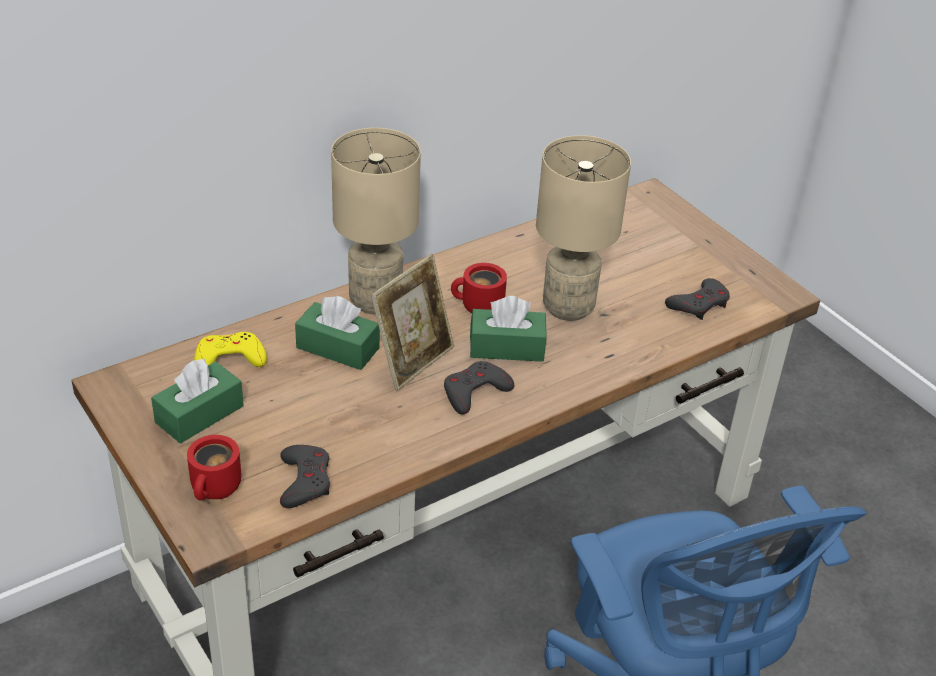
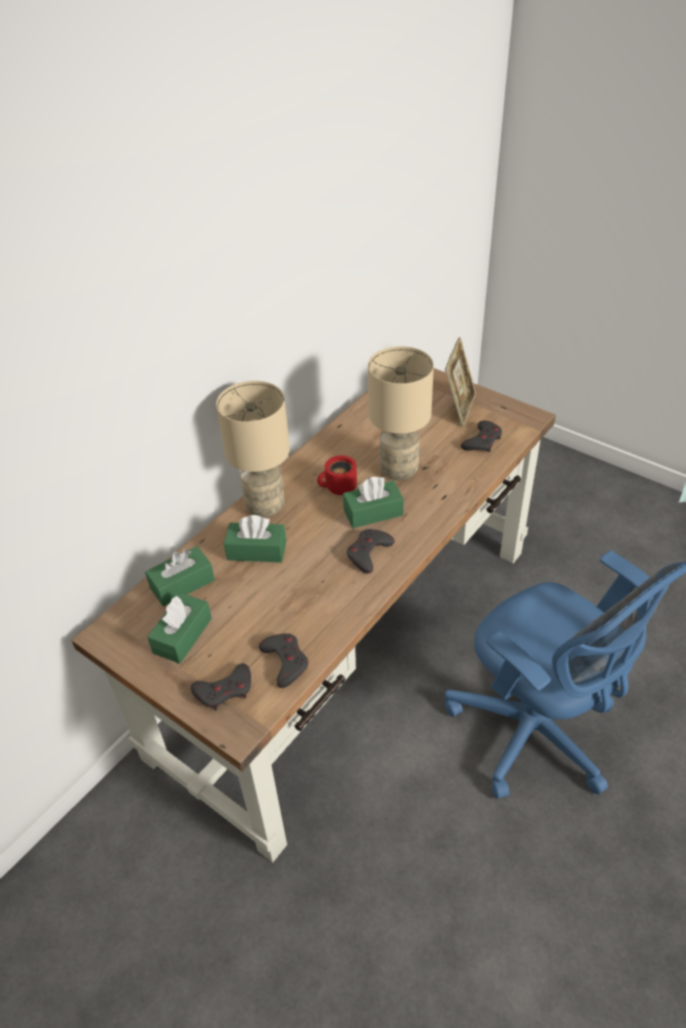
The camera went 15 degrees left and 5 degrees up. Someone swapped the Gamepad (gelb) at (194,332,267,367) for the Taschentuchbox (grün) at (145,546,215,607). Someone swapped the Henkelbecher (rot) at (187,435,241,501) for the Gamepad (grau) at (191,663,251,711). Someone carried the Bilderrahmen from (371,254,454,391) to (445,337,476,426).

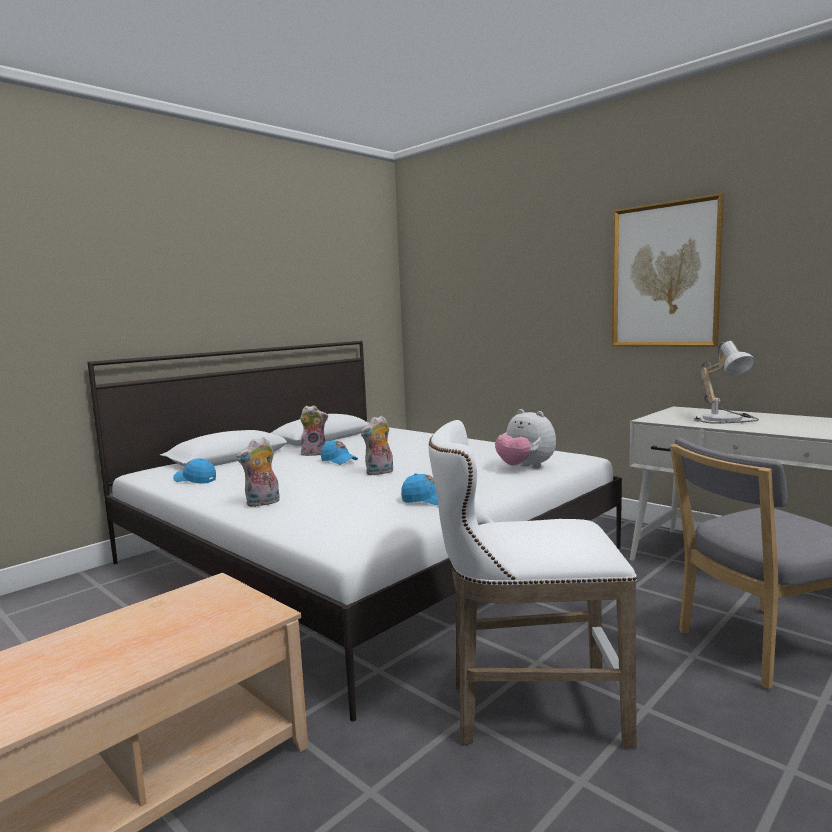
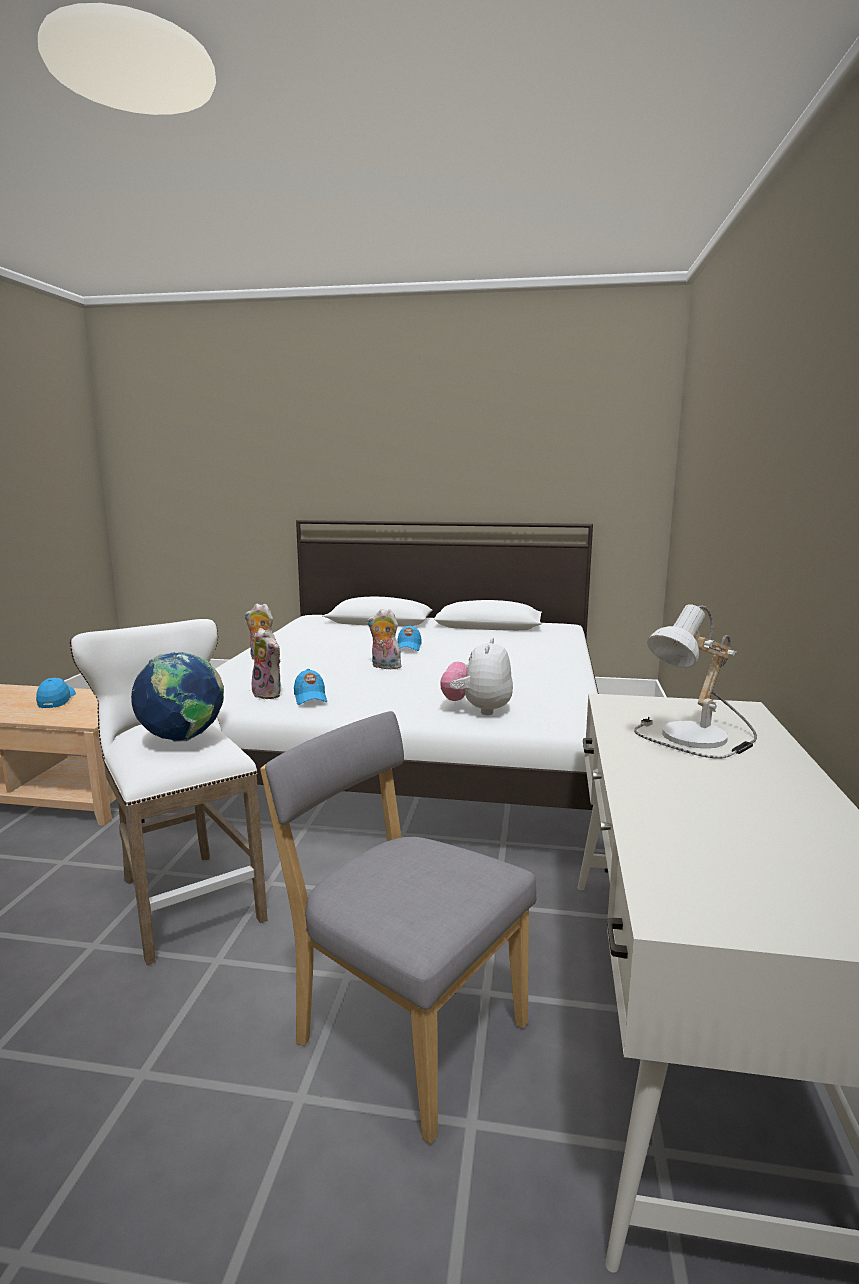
The camera went 55 degrees right and 5 degrees up. Someone carried the Kappe (blau) from (173,458,216,484) to (36,678,76,708). Someone put down the Globus at (131,652,224,742). Someone carried the Plüschtier from (300,405,328,456) to (252,628,281,699). Someone took away the Bild at (612,193,724,347).

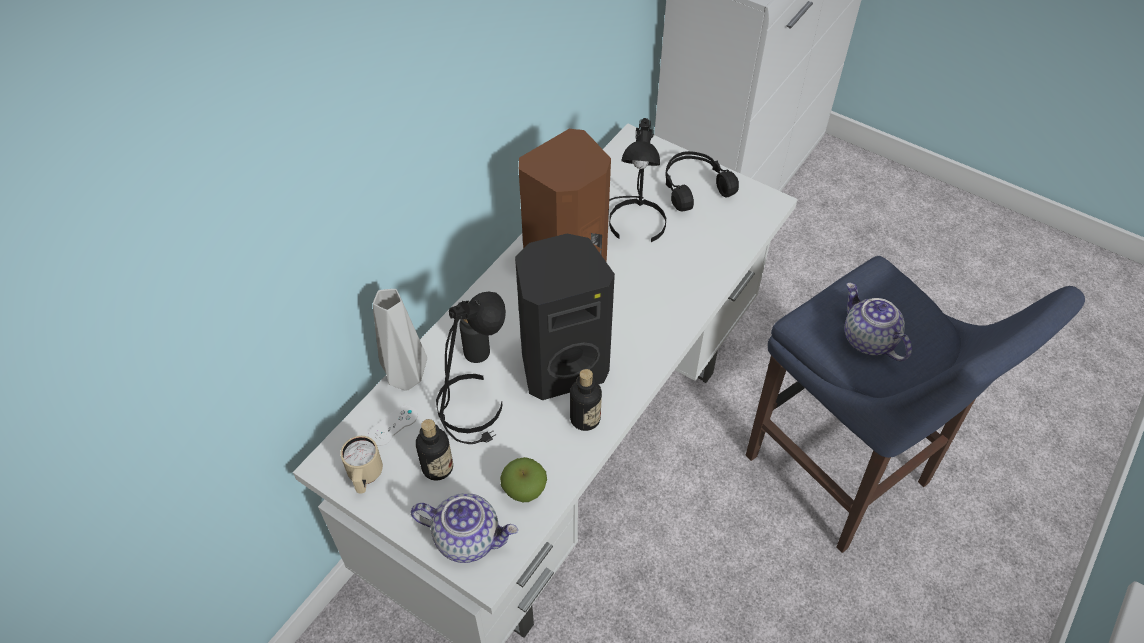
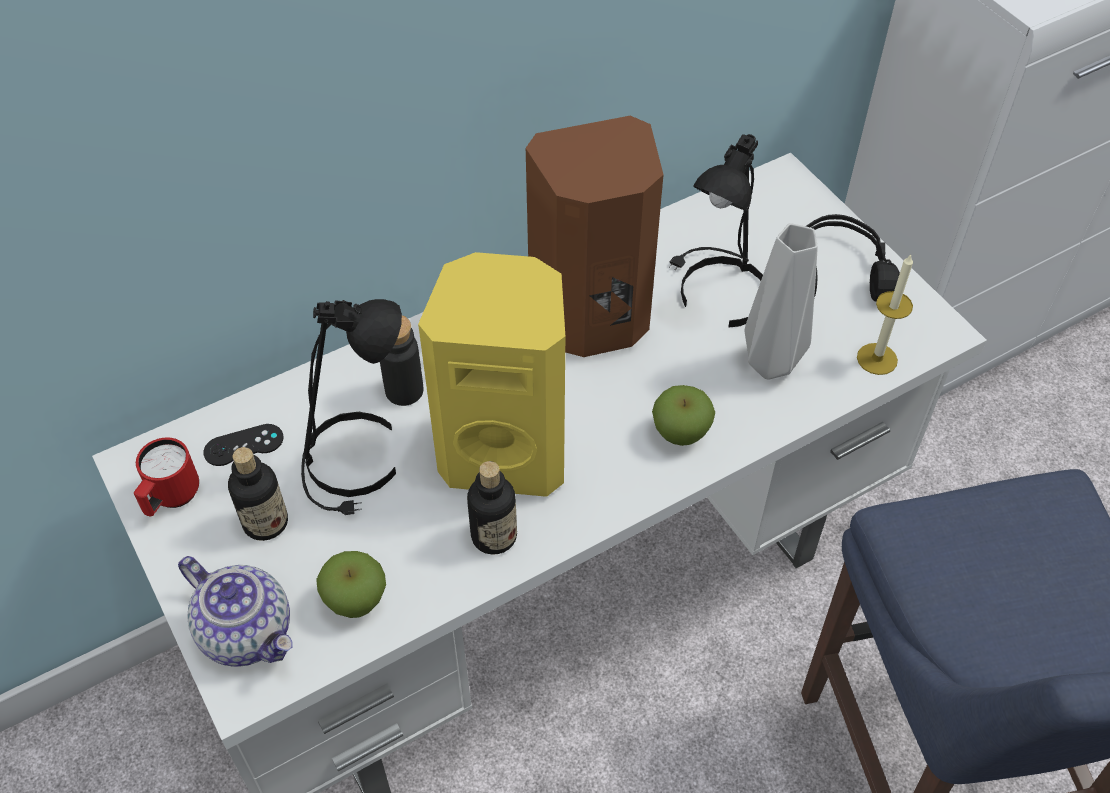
The camera went 25 degrees right and 0 degrees up. Someone repainted the Henkelbecher (beige) at (341,436,383,494), which became the Henkelbecher (rot) at (134,437,199,517). Someone repainted the Gamepad (weiß) at (368,405,418,446), which became the Gamepad (schwarz) at (203,424,284,466). Someone repainted the Lautsprecher (schwarz) at (515,234,615,400), which became the Lautsprecher (gelb) at (418,252,565,497). Someone put down the Apfel at (652,385,715,446). Someone carried the Vase (grau) from (373,289,427,391) to (744,223,818,380). Someone put down the Kerze at (857,254,913,375). Someone took away the Teekanne at (844,282,912,361).

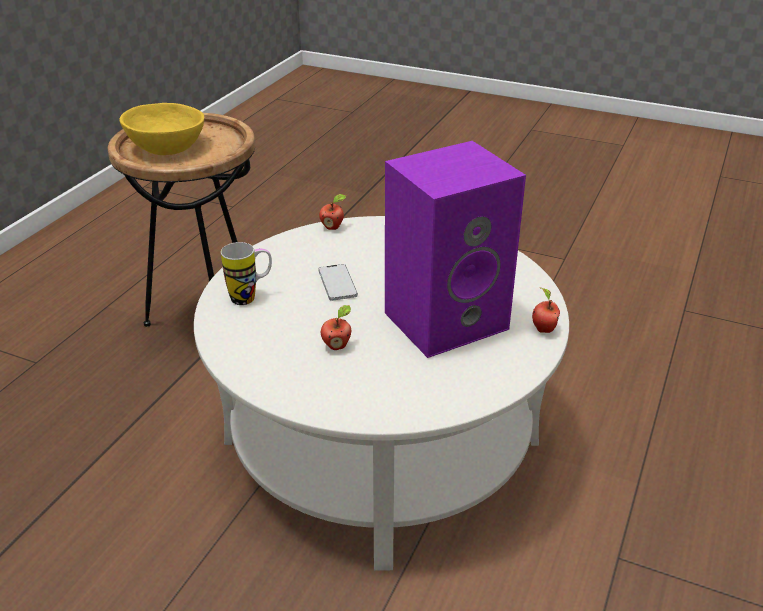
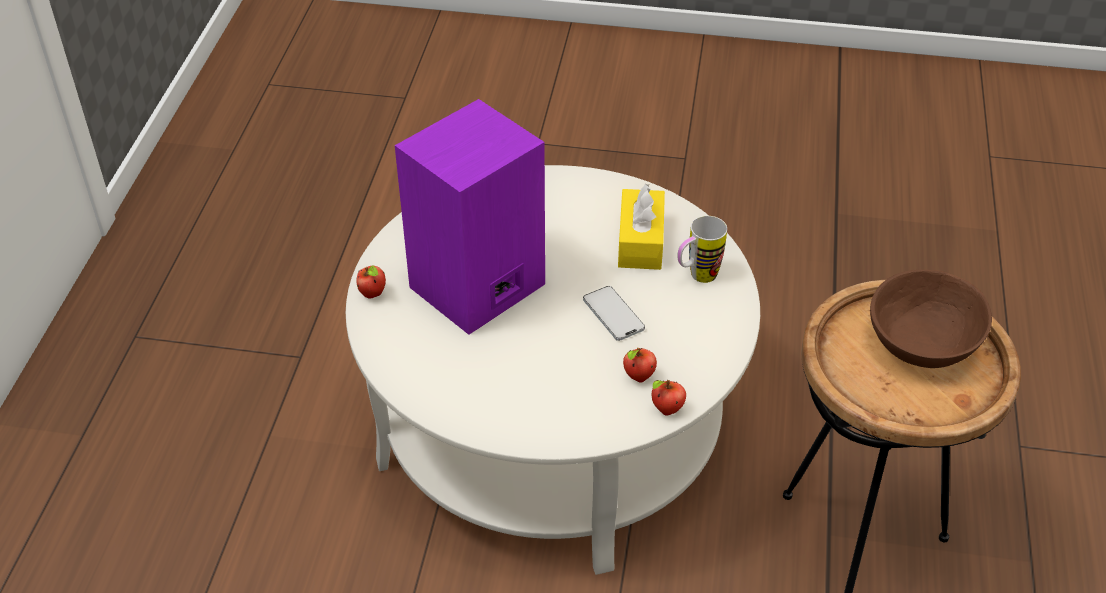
The camera went 165 degrees right and 10 degrees up. Someone put down the Taschentuchbox (gelb) at (618,184,665,270). Someone carried the Apfel from (321,305,351,350) to (623,348,657,383). Someone repainted the Schüssel (gelb) at (119,103,204,155), which became the Schüssel (braun) at (870,270,992,368).

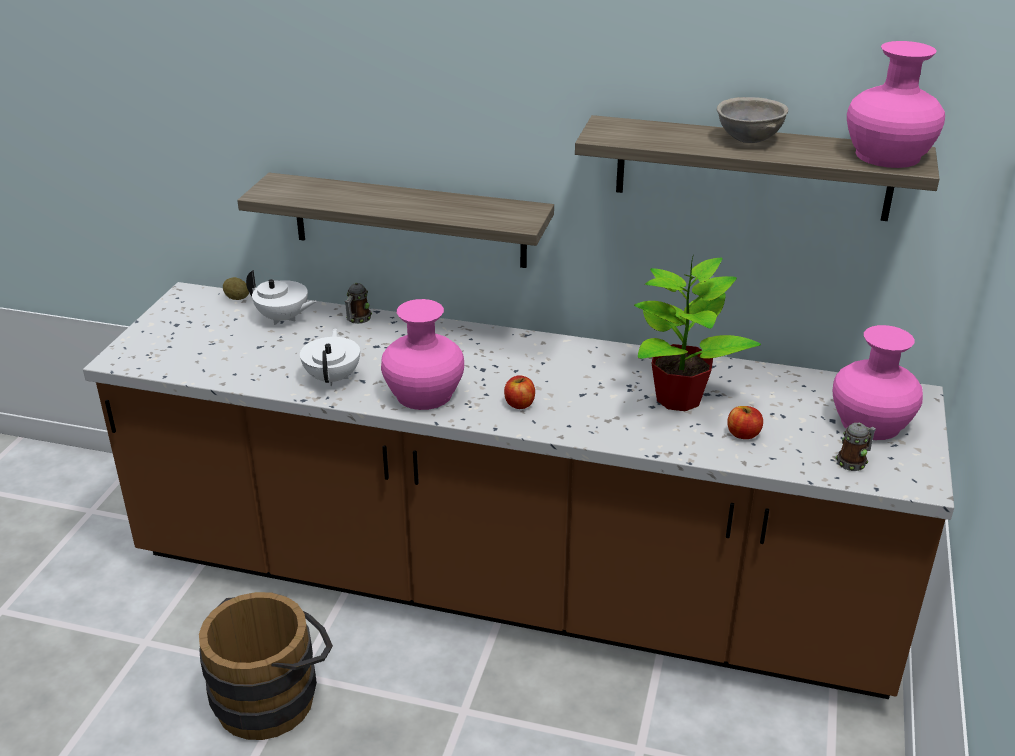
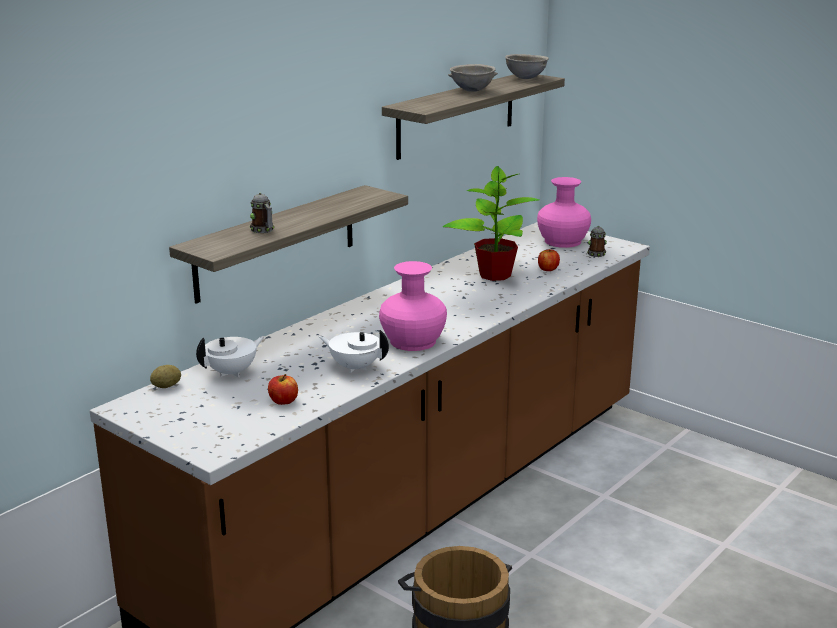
The camera went 65 degrees left and 10 degrees down. Someone carried the Henkelbecher from (345,282,372,324) to (250,193,274,233). Someone carried the Apfel from (504,375,535,409) to (268,374,298,405). Someone swapped the Vase (rosa) at (847,41,945,168) for the Schüssel (grau) at (505,54,549,79).

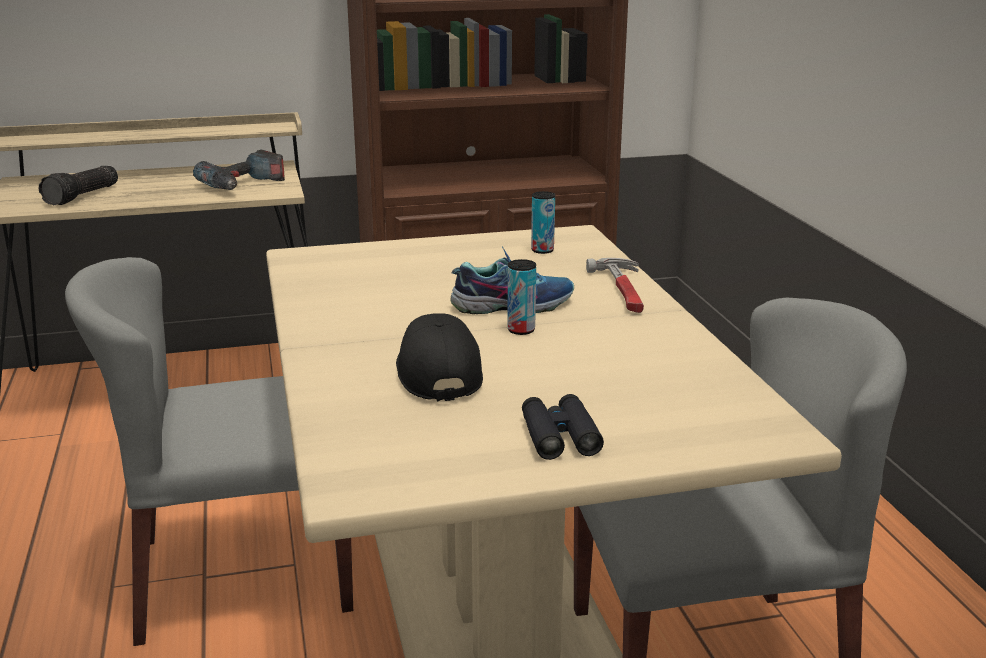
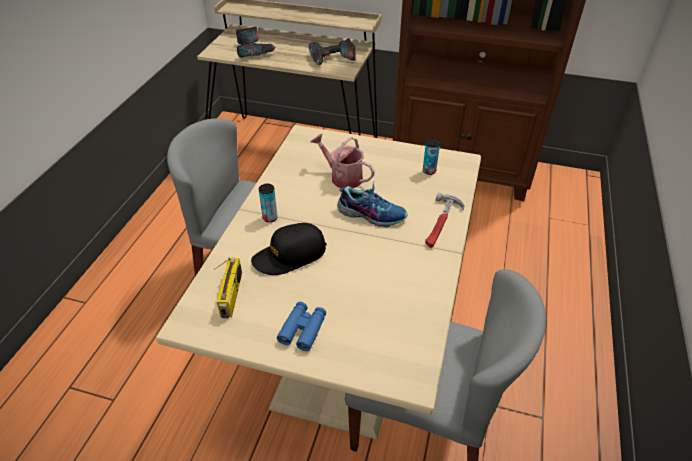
The camera went 30 degrees right and 20 degrees up. Someone put down the Radio at (214,258,242,318). Someone swapped the Taschenlampe at (39,166,118,205) for the Bohrmaschine at (236,27,276,58). Someone rotated the Kappe (schwarz) at (396,313,483,401) by 135 degrees counterclockwise. Someone carried the Dose from (507,259,536,335) to (259,184,278,222). Someone repainted the Fernglas (schwarz) at (522,394,604,460), which became the Fernglas (blau) at (277,302,326,351). Someone put down the Gießkanne at (310,134,375,188).

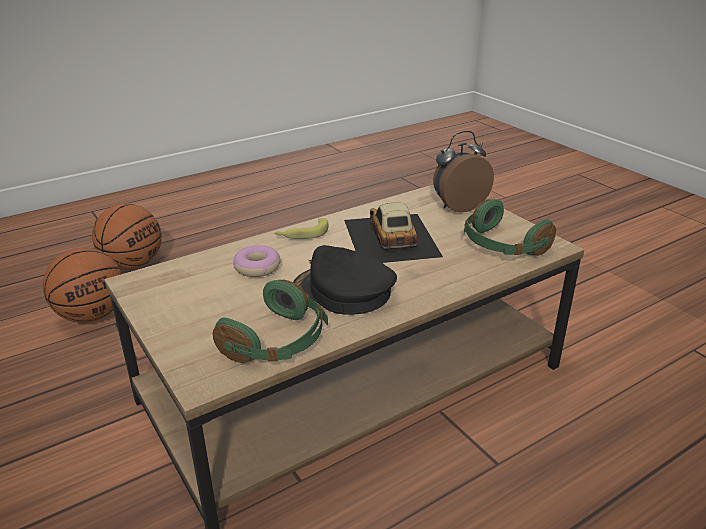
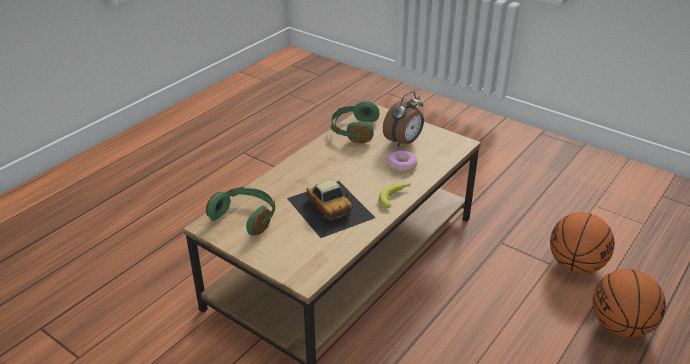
The camera went 160 degrees right and 5 degrees up. Someone carried the Wecker from (433,131,494,212) to (383,91,424,147). Someone took away the Kappe (schwarz) at (293,245,397,315).

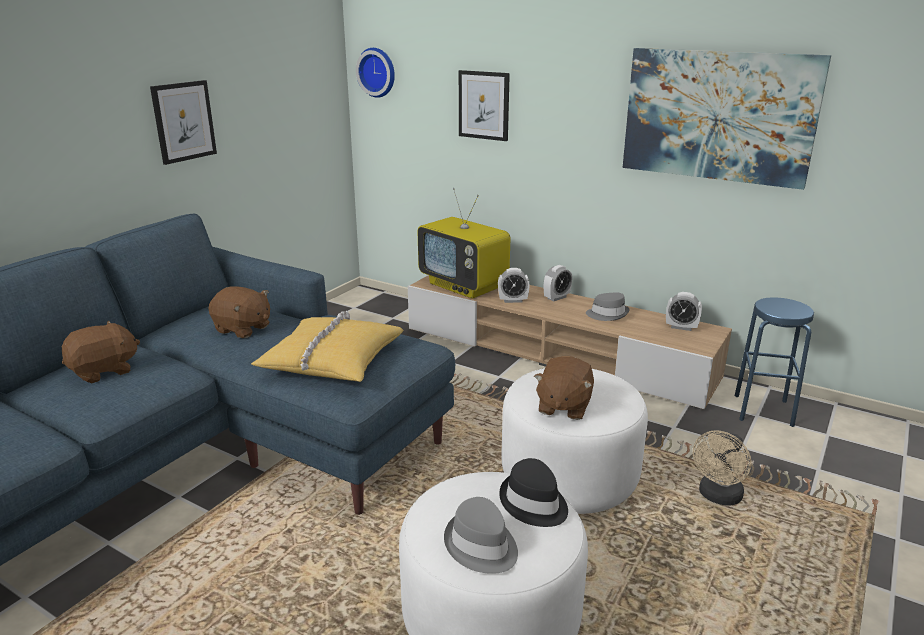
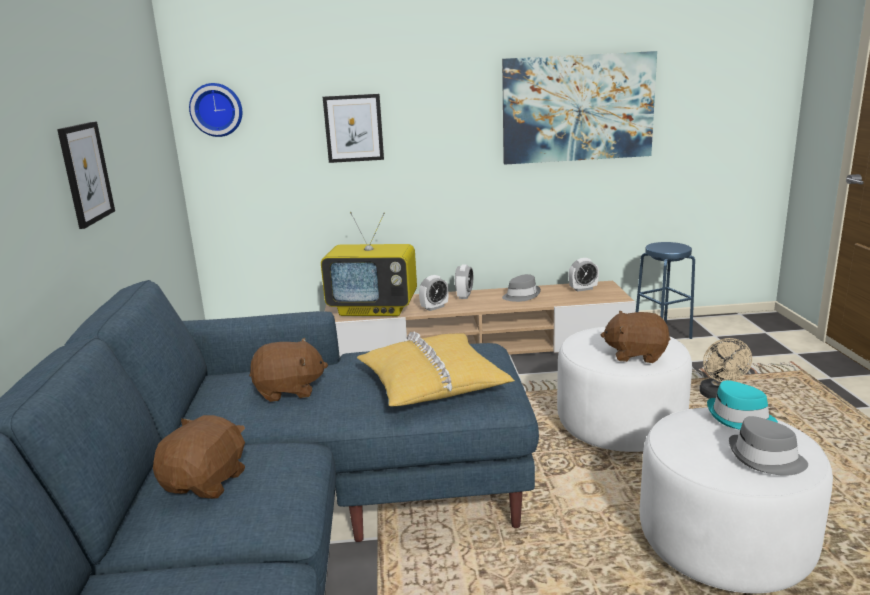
The camera went 35 degrees left and 5 degrees down. Someone rotated the Plüschtier (braun) at (534,356,594,420) by 120 degrees clockwise. Someone repainted the Hut (schwarz) at (499,458,568,527), which became the Hut (türkis) at (707,380,778,430).

